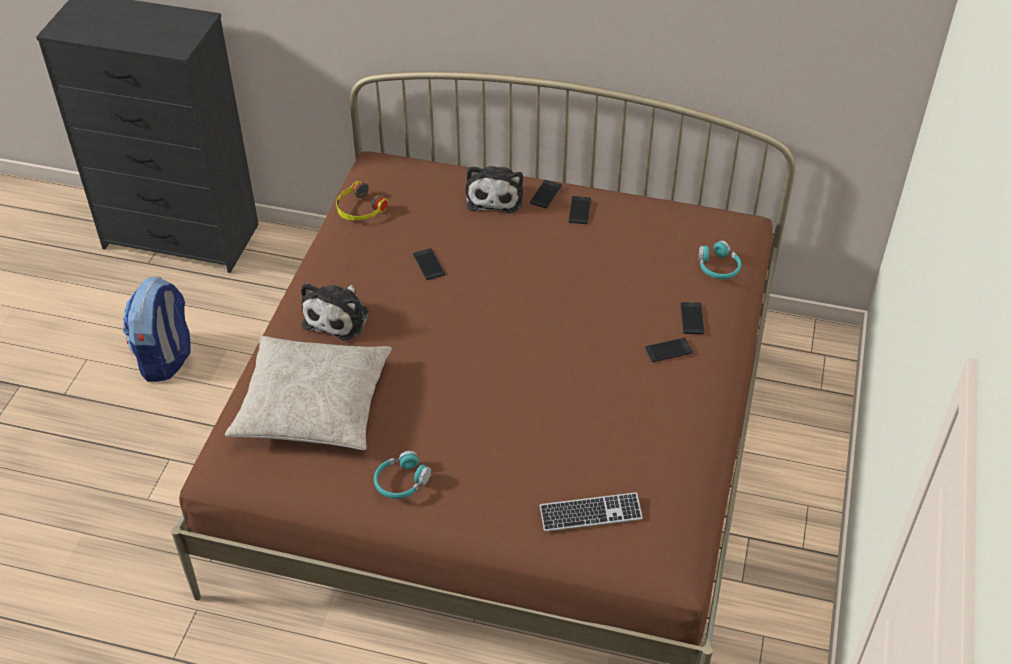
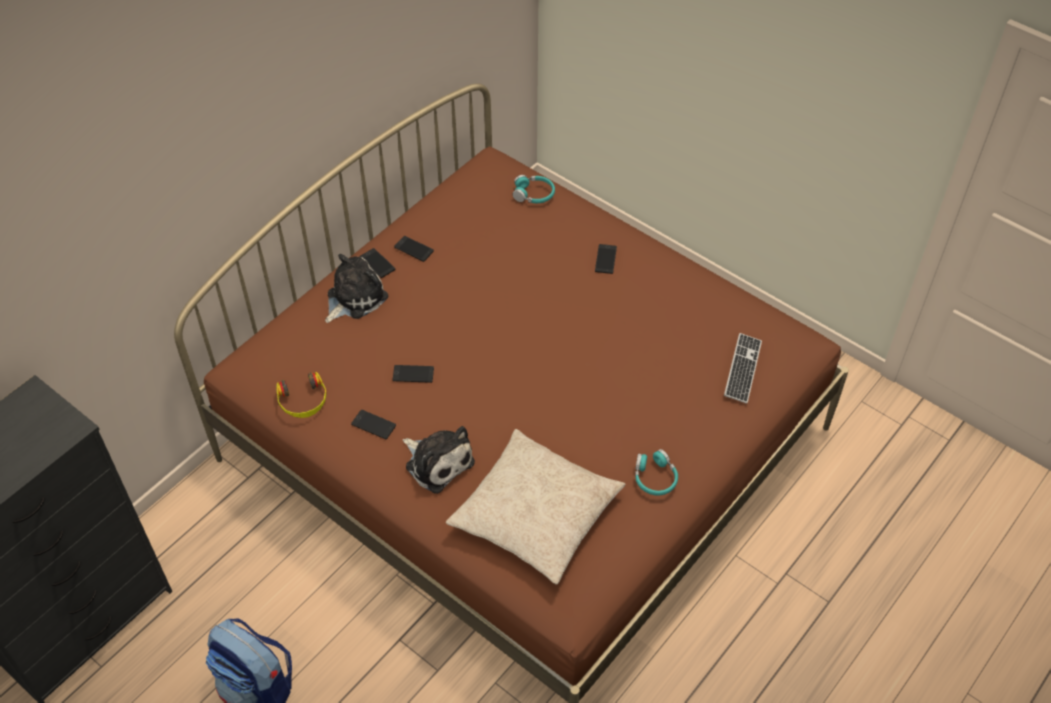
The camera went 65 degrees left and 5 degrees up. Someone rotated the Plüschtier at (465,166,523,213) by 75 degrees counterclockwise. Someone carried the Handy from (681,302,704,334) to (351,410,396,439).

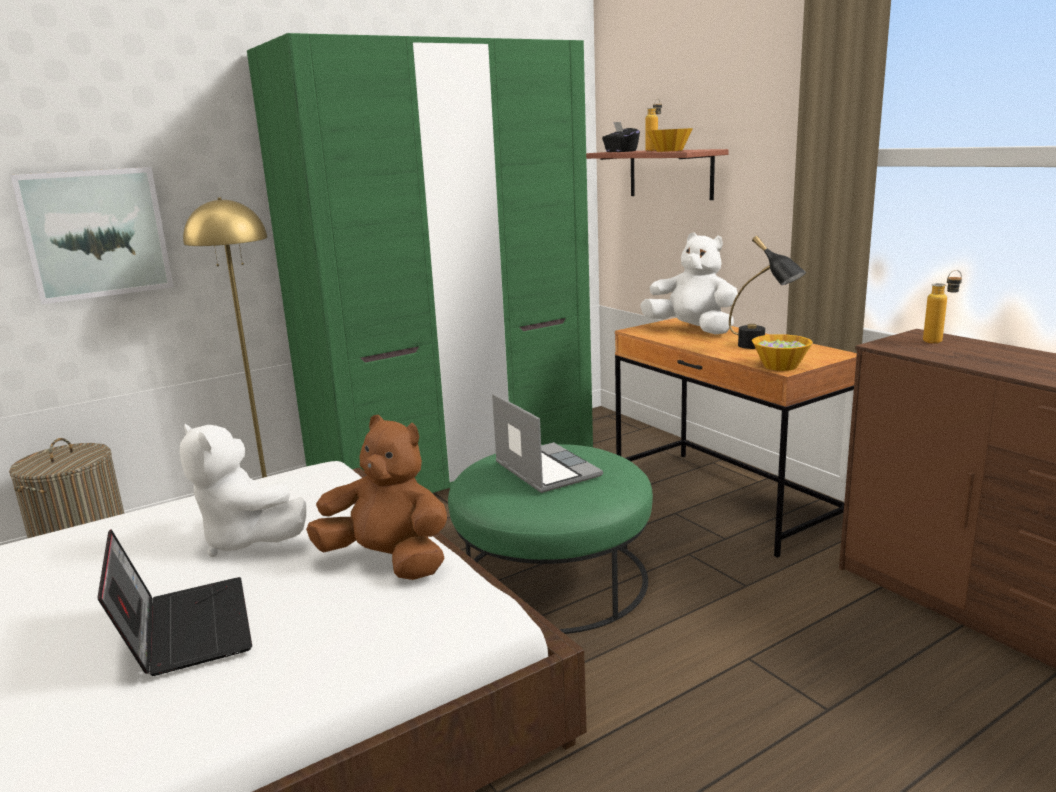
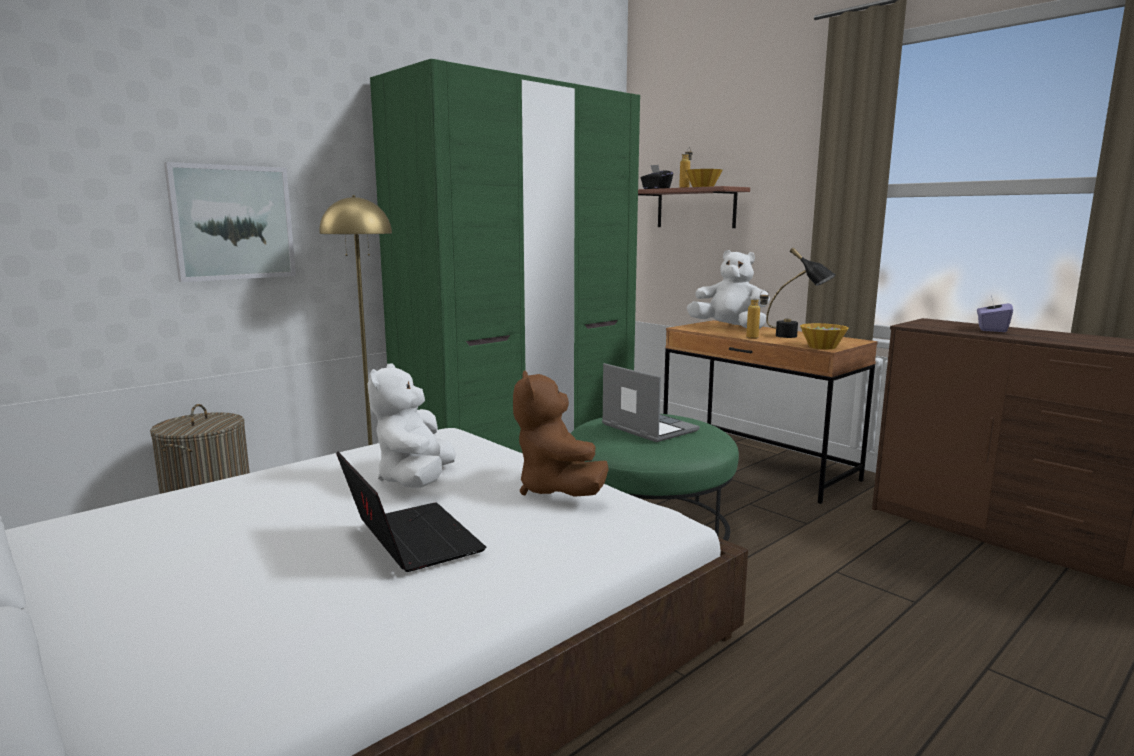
The camera went 10 degrees left and 5 degrees down. Someone rotated the Plüschtier (weiß) at (180,424,306,557) by 60 degrees clockwise. Someone rotated the Plüschtier (braun) at (306,415,447,580) by 120 degrees counterclockwise. Someone carried the Flasche from (923,270,962,344) to (746,290,769,339). Someone put down the Taschentuchbox (lila) at (977,295,1013,332).

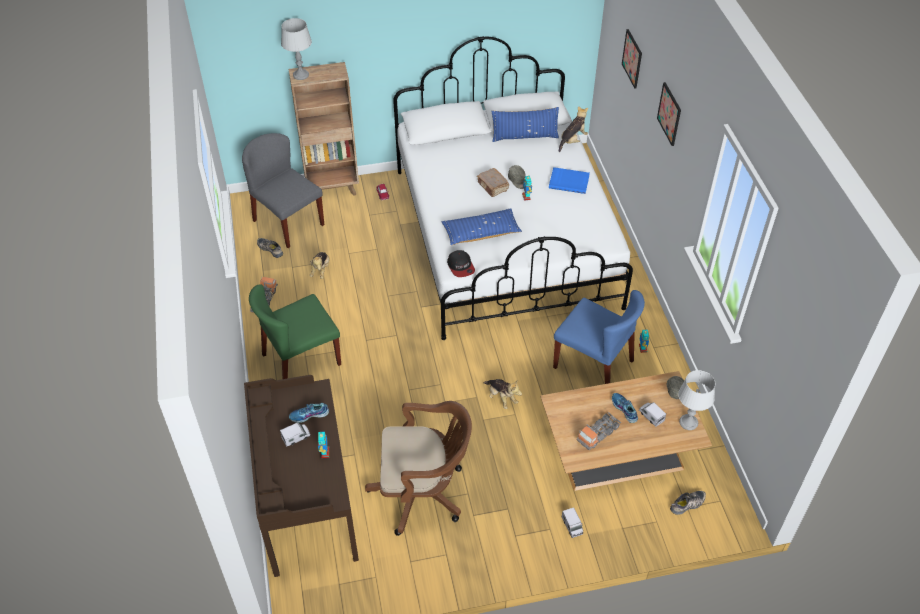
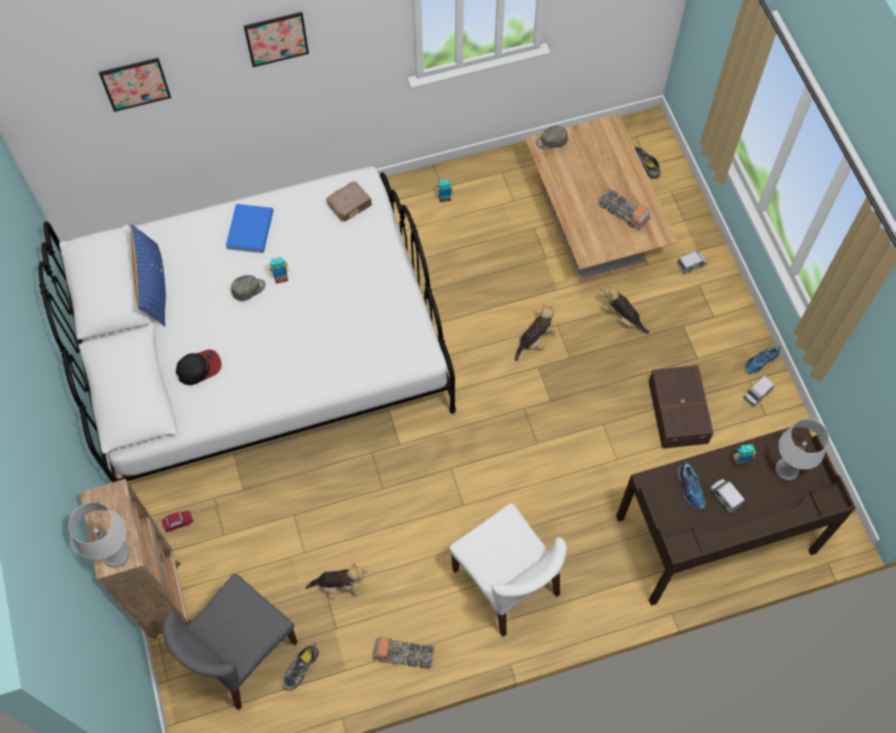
The camera went 95 degrees left and 15 degrees up. Someone carried the Kappe from (447,250,475,277) to (176,350,222,385). Someone carried the Buch (braun) from (477,168,509,197) to (326,181,372,222). Someone repainted the Stuhl (grün) at (249,284,341,379), which became the Stuhl (weiß) at (449,503,567,637). Someone carried the Plüschtier from (559,106,588,152) to (600,283,649,334). Someone swapped the Bürostuhl (braun) at (365,401,472,536) for the Aufbewahrungsbox (braun) at (649,365,714,449). Someone carried the Spielzeuglaster from (639,402,666,427) to (743,375,775,407). Someone carried the Schuh from (612,393,638,423) to (745,346,781,374). Someone carried the Tischlampe (grau) from (678,370,715,430) to (775,419,829,480). Someone took away the Kissen (blau) at (442,208,522,246). Someone took away the Stuhl (blau) at (553,290,645,384).

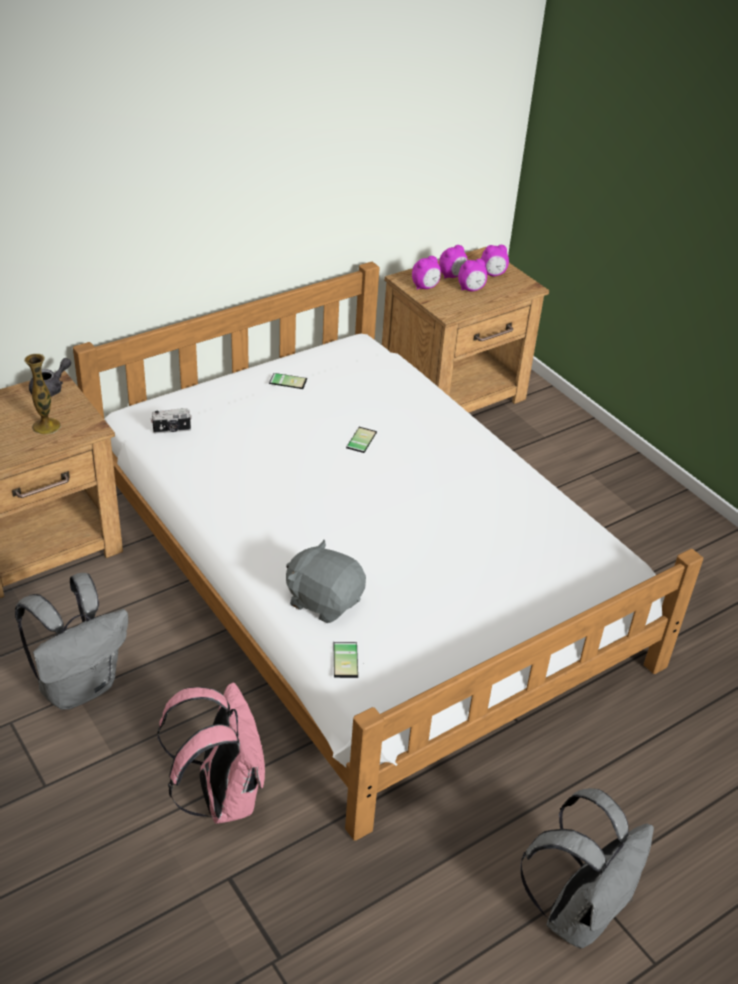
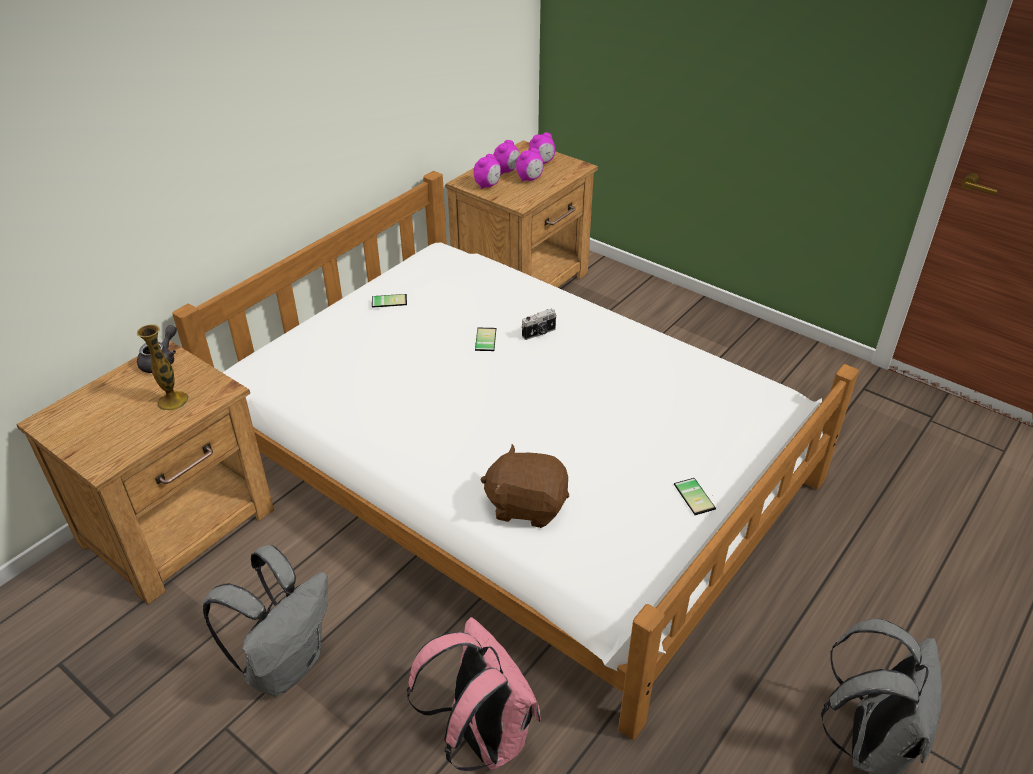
The camera went 15 degrees left and 0 degrees up. Someone repainted the Plüschtier (grau) at (286,540,366,623), which became the Plüschtier (braun) at (480,444,569,528). Someone carried the Kamera from (151,408,192,434) to (522,309,557,340). Someone carried the Handy from (333,642,358,678) to (674,478,716,515).

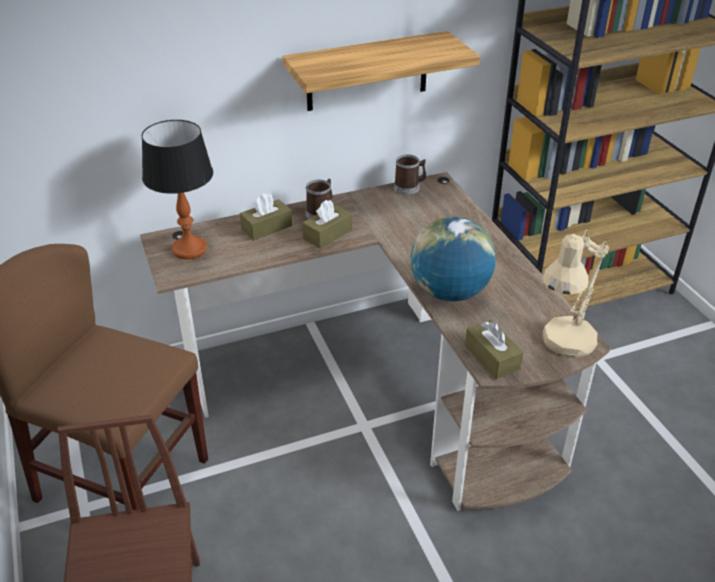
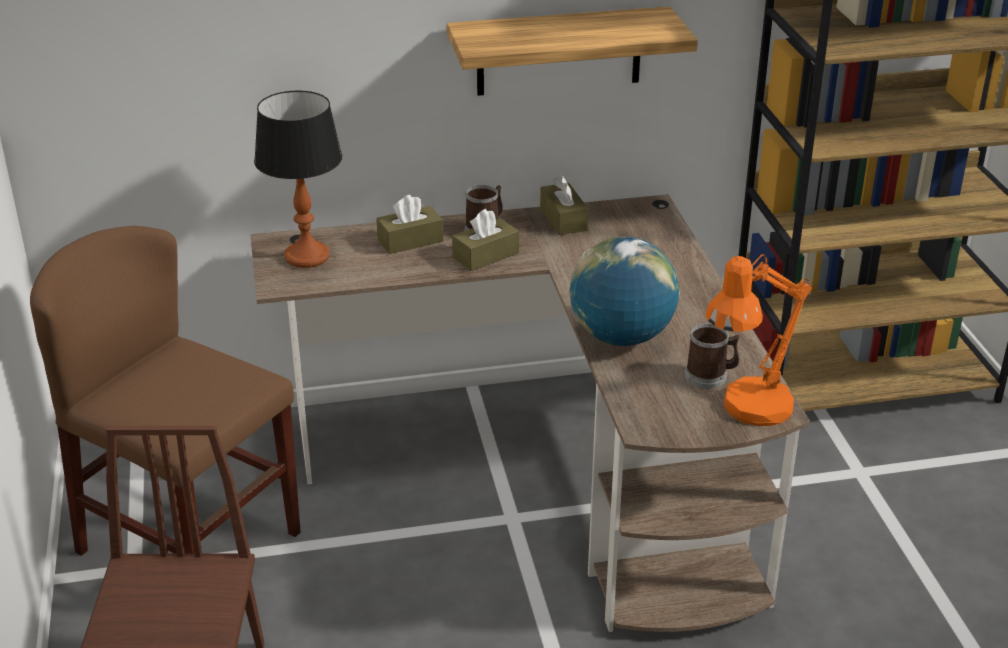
The camera went 10 degrees right and 5 degrees down. Someone carried the Taschentuchbox (braun) from (465,320,523,379) to (540,175,588,235). Someone carried the Henkelbecher from (394,154,426,195) to (685,324,740,389). Someone repainted the Tischlampe (beige) at (543,230,609,358), which became the Tischlampe (orange) at (705,254,812,426).

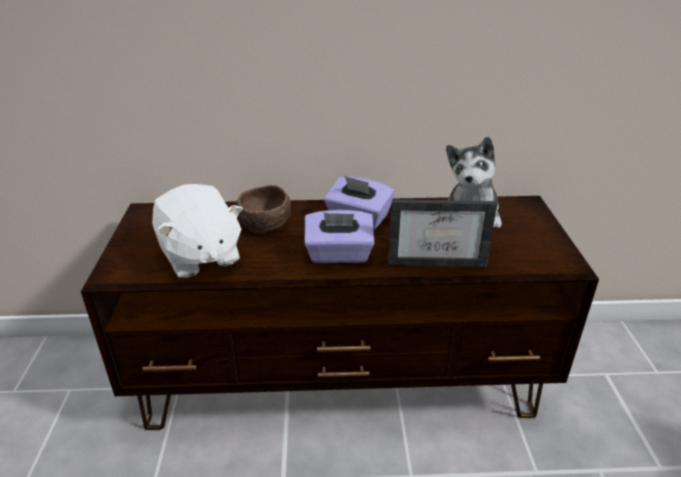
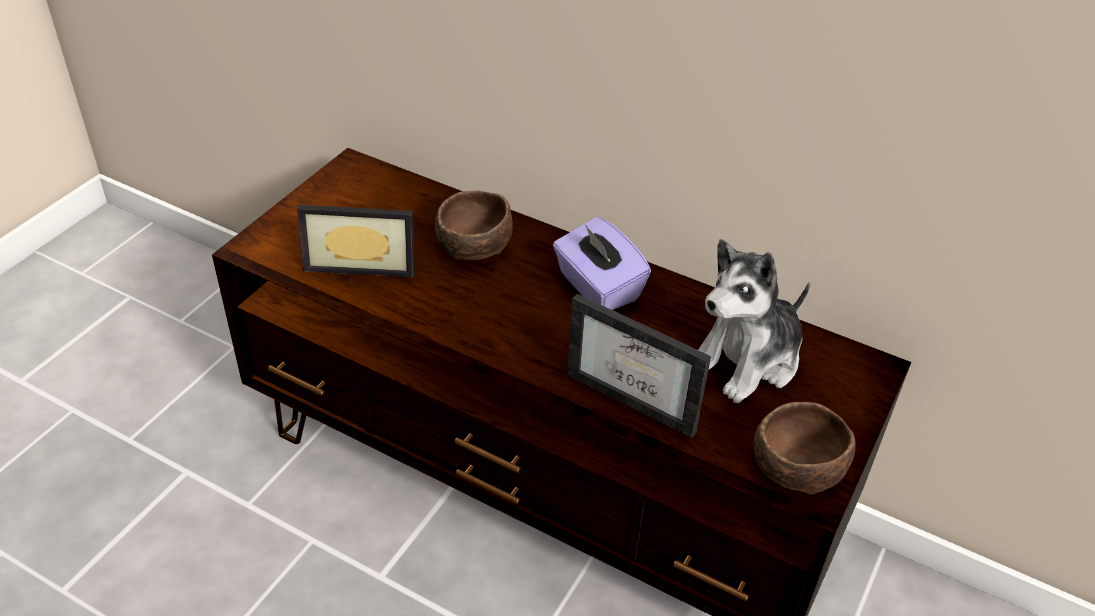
The camera went 30 degrees right and 10 degrees up. Someone swapped the Plüschtier (weiß) at (152,184,243,278) for the Bilderrahmen at (297,205,415,278). Someone put down the Schüssel (braun) at (754,402,855,495). Someone took away the Taschentuchbox (lila) at (305,210,374,263).

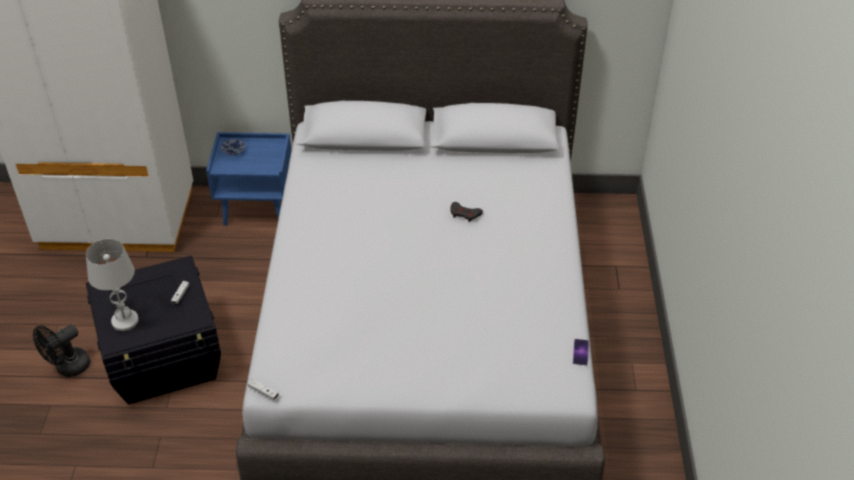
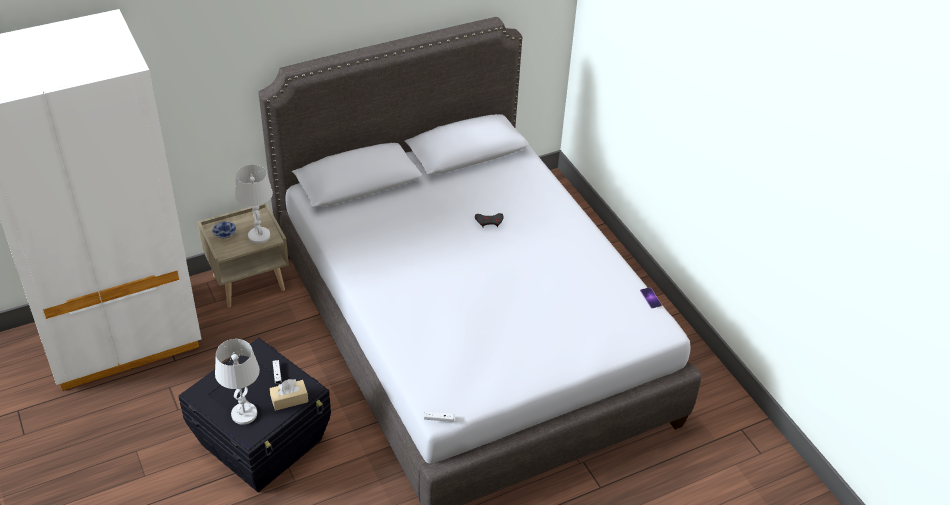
The camera went 30 degrees left and 0 degrees up. Someone repainted the Nachttisch (blau) at (206,132,292,226), which became the Nachttisch (beige) at (197,202,289,308). Someone put down the Tischlampe (weiß) at (235,165,273,244). Someone put down the Taschentuchbox (beige) at (270,379,308,411). Someone took away the Ventilator (schwarz) at (33,325,90,377).

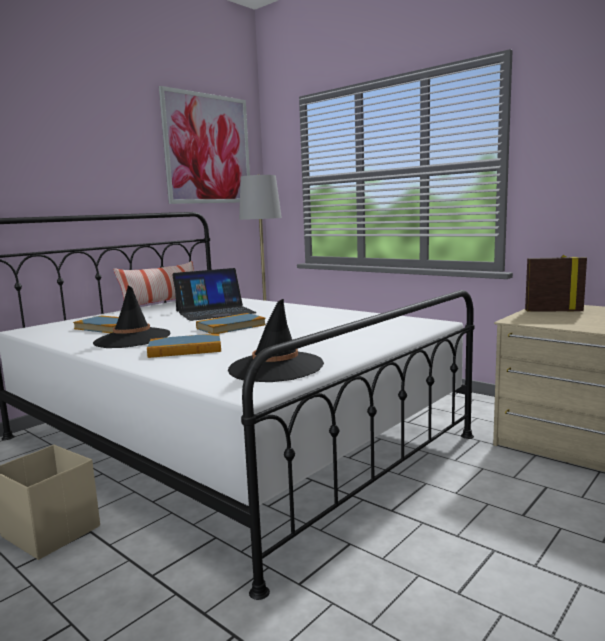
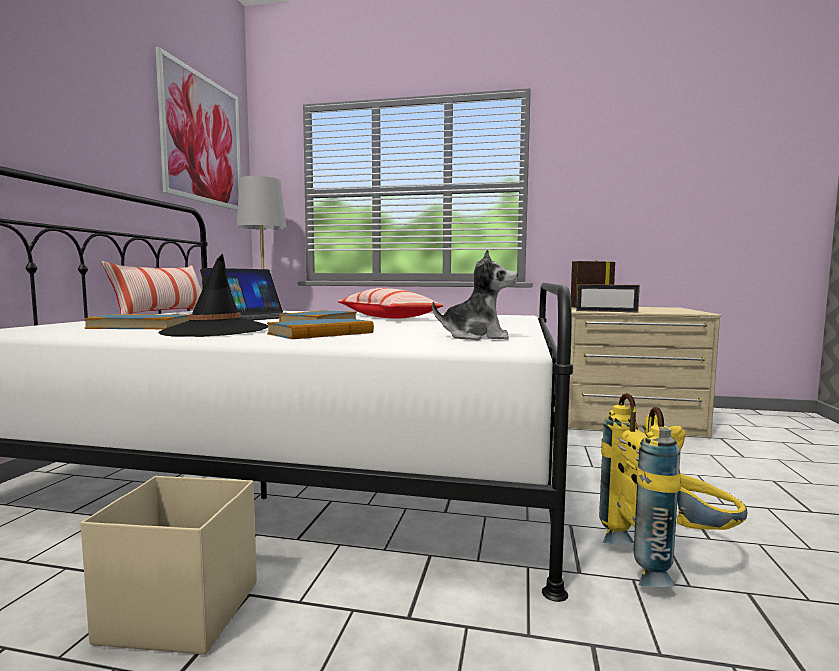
The camera went 30 degrees left and 5 degrees down. Someone put down the Kissen at (337,288,443,319). Someone swapped the Hut (schwarz) at (228,298,324,382) for the Plüschtier at (432,249,518,340). Someone put down the Bilderrahmen at (576,284,640,312). Someone put down the Rucksack (gelb) at (599,393,747,587).

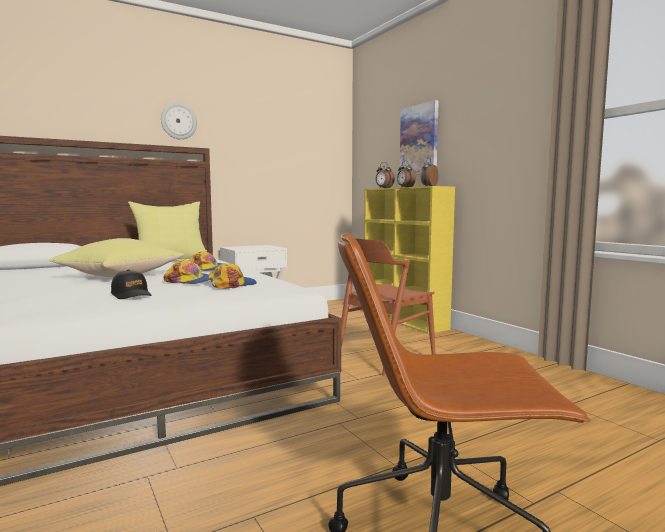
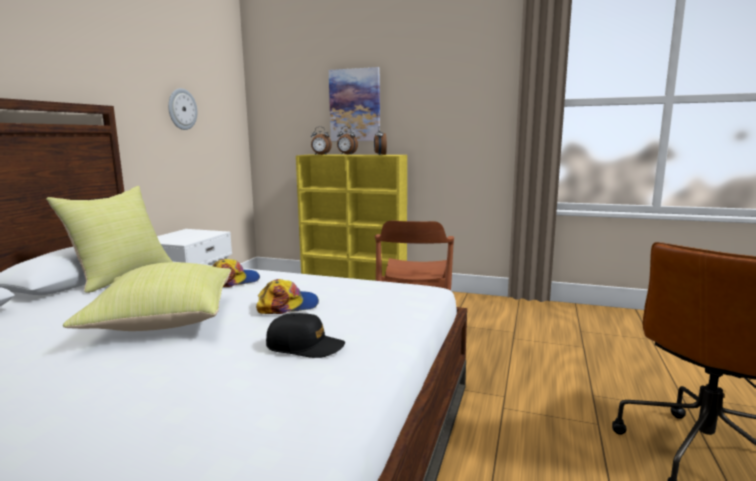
The camera went 40 degrees left and 5 degrees up. Someone carried the Wanduhr from (161,103,197,140) to (168,88,197,130). Someone took away the Kappe at (208,263,257,289).

